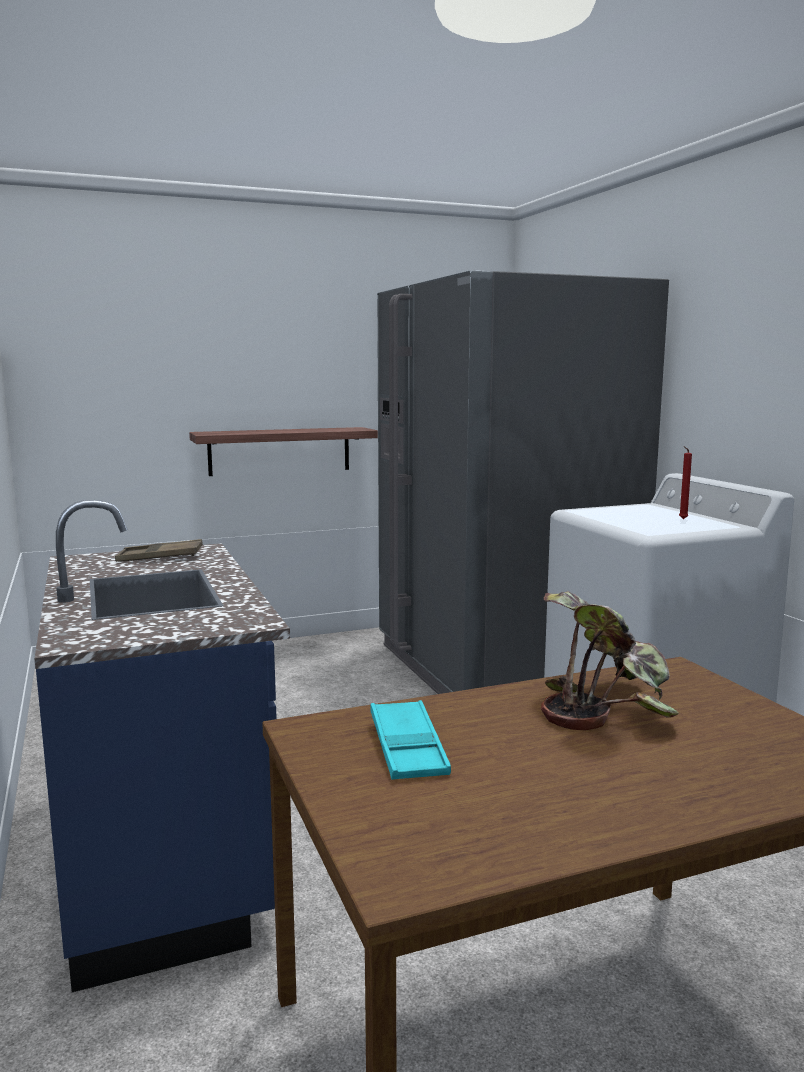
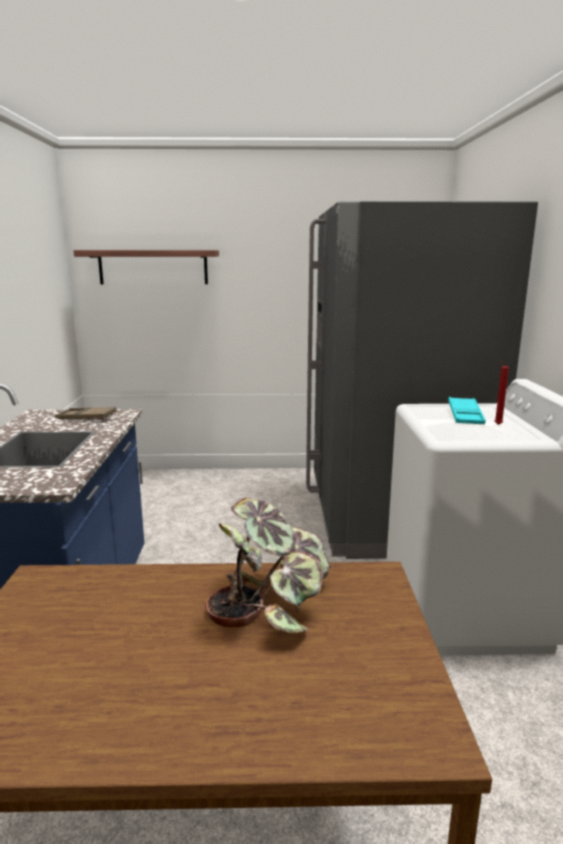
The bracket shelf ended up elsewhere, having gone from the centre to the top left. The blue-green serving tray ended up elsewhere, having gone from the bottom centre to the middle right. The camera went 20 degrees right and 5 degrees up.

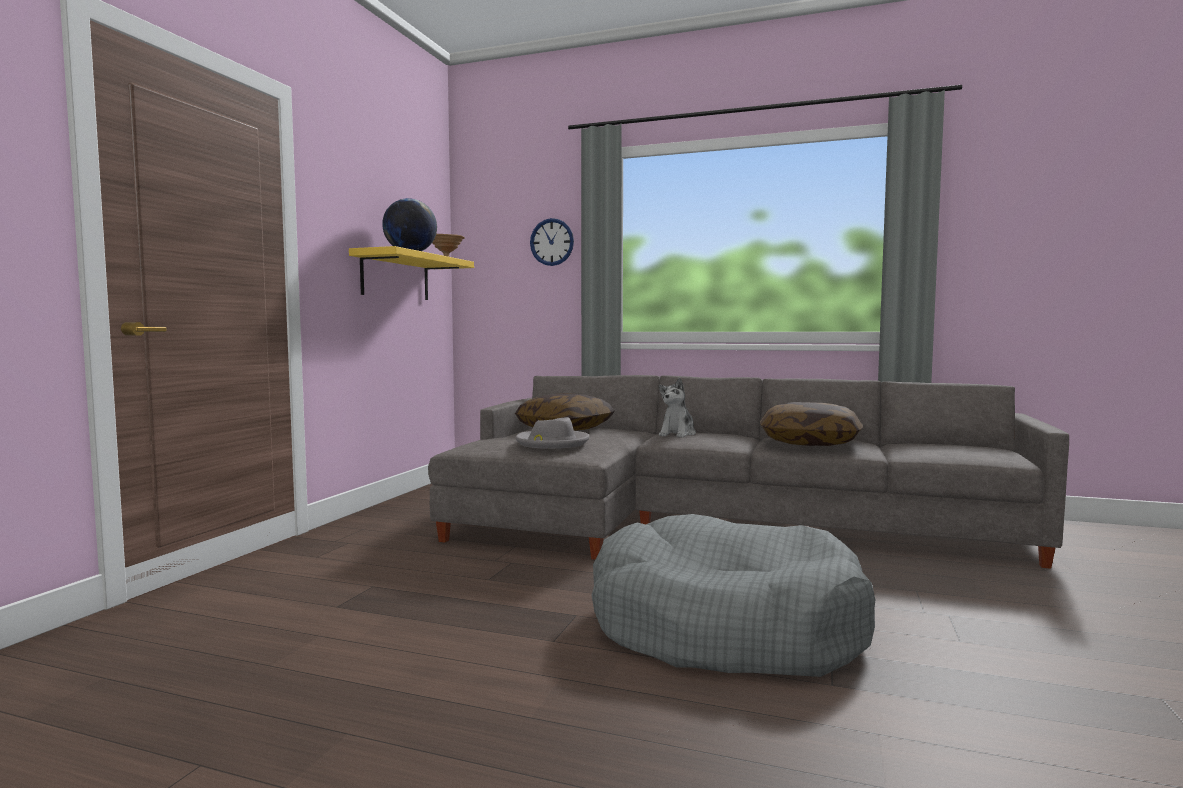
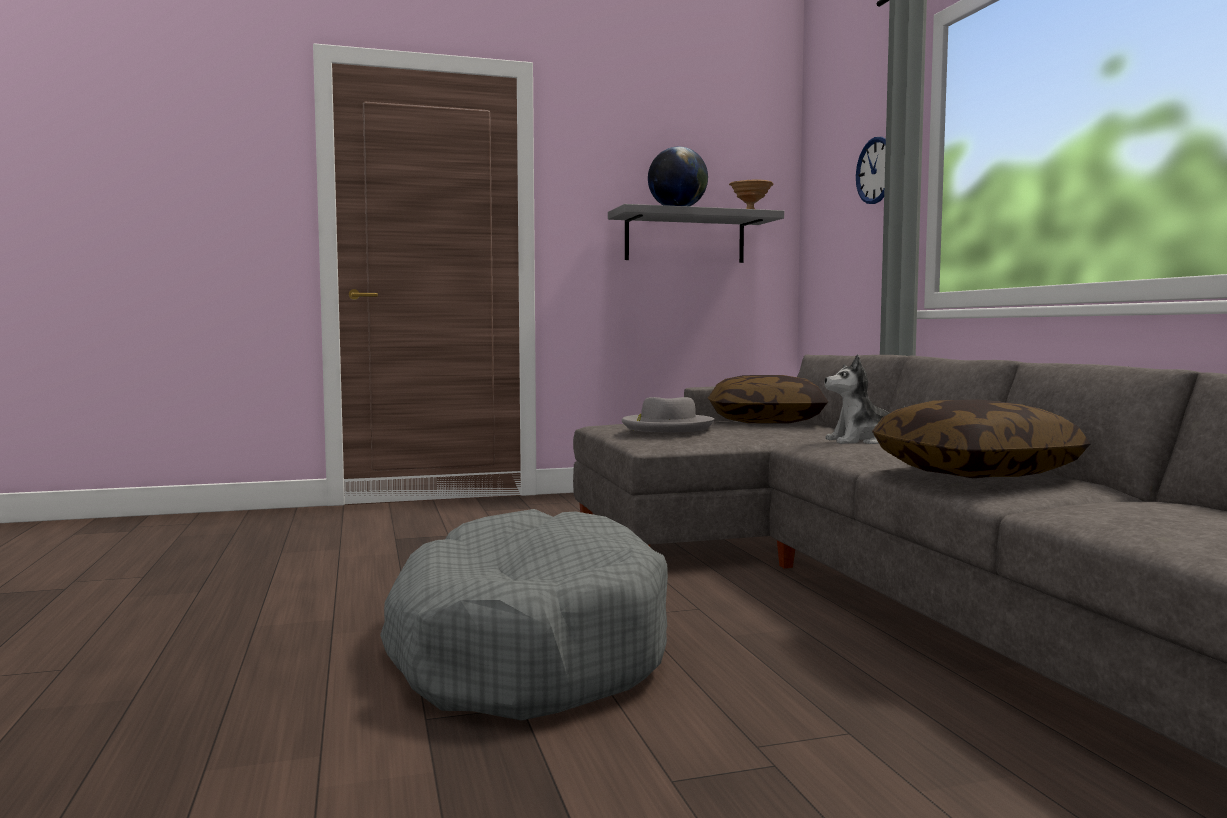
What was the yellow bracket shelf at the centre turned into the grey bracket shelf at the top centre. The camera went 55 degrees right and 0 degrees up.

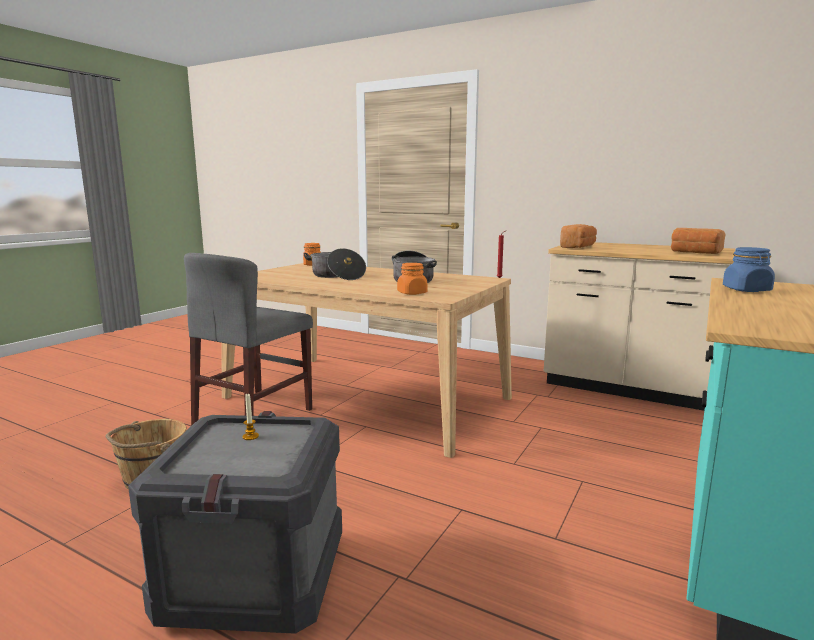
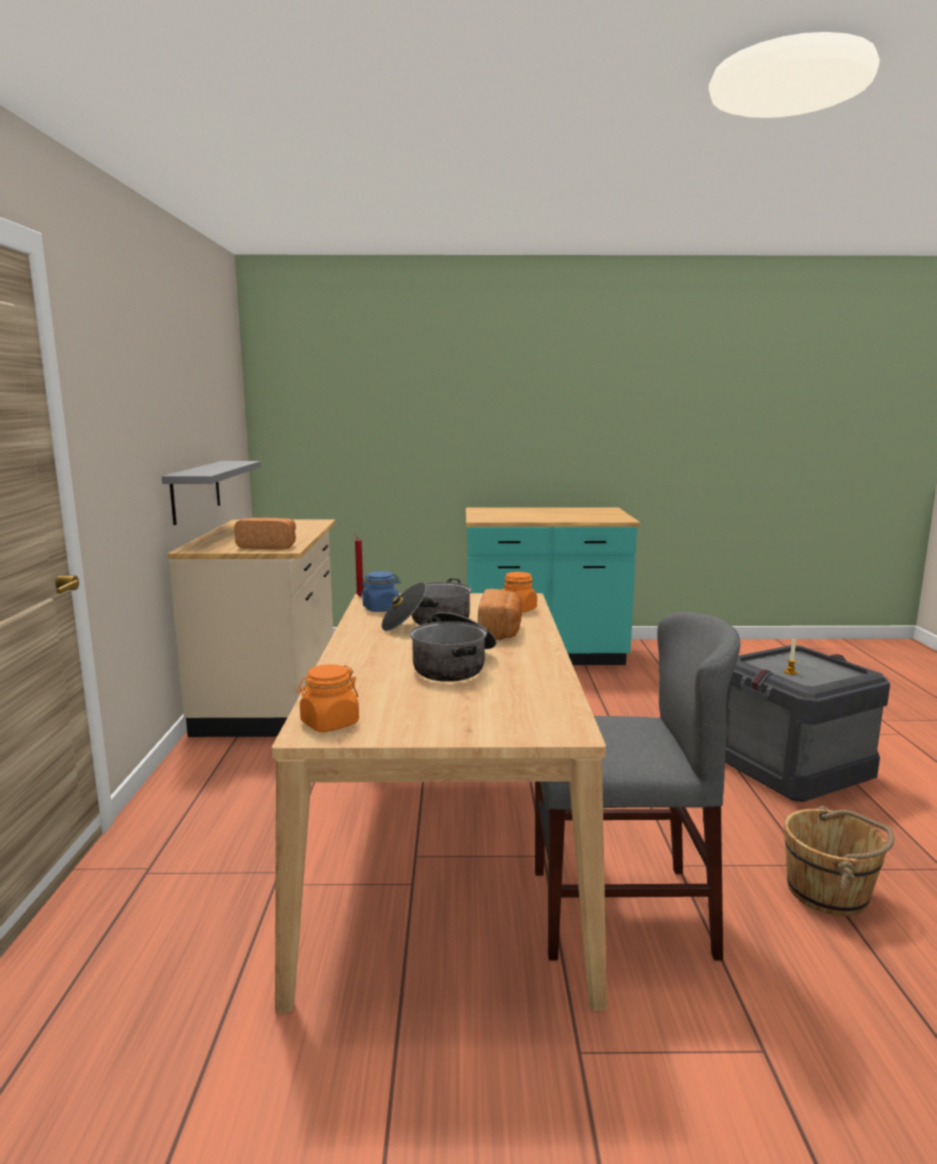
The second view gained the grey bracket shelf at the middle left. The bakery bread (no. 2 from left) ended up elsewhere, having gone from the middle right to the centre. The blue-coloured preserve jar ended up elsewhere, having gone from the middle right to the centre. The camera went 120 degrees left and 0 degrees up.

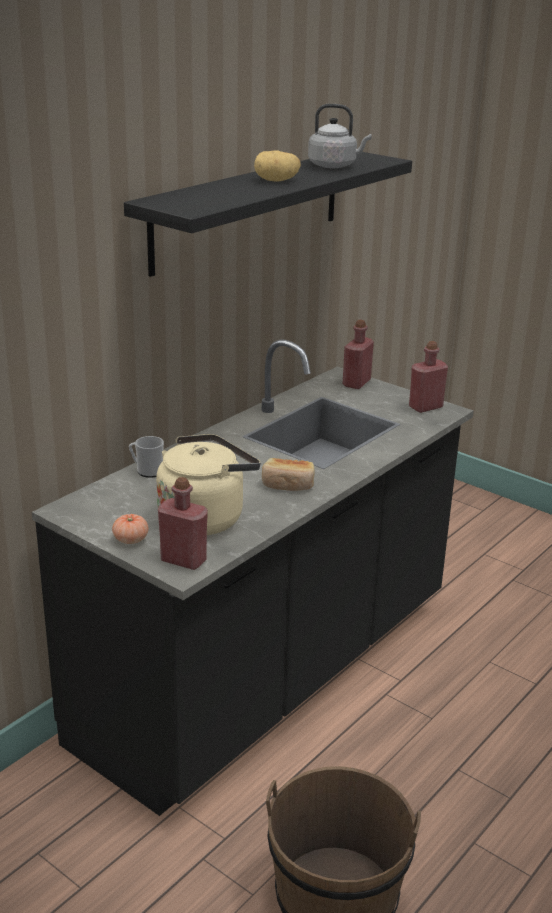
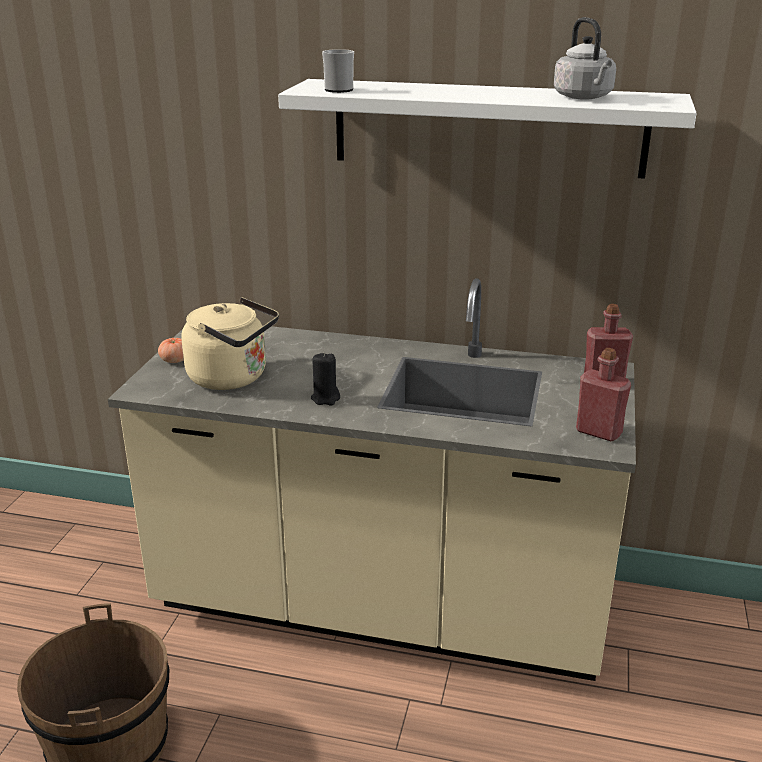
The second view lost the red-coloured drink bottle (no. 1 from left) at the middle left. The second view lost the potato at the top centre. The coffee mug ended up elsewhere, having gone from the middle left to the top centre. Where the bakery bread stood at the centre, the black candle came to stand at the centre. What was the black kitchen counter at the centre turned into the beige kitchen counter at the centre. What was the black bracket shelf at the top centre turned into the white bracket shelf at the top centre. The camera went 65 degrees right and 0 degrees up.

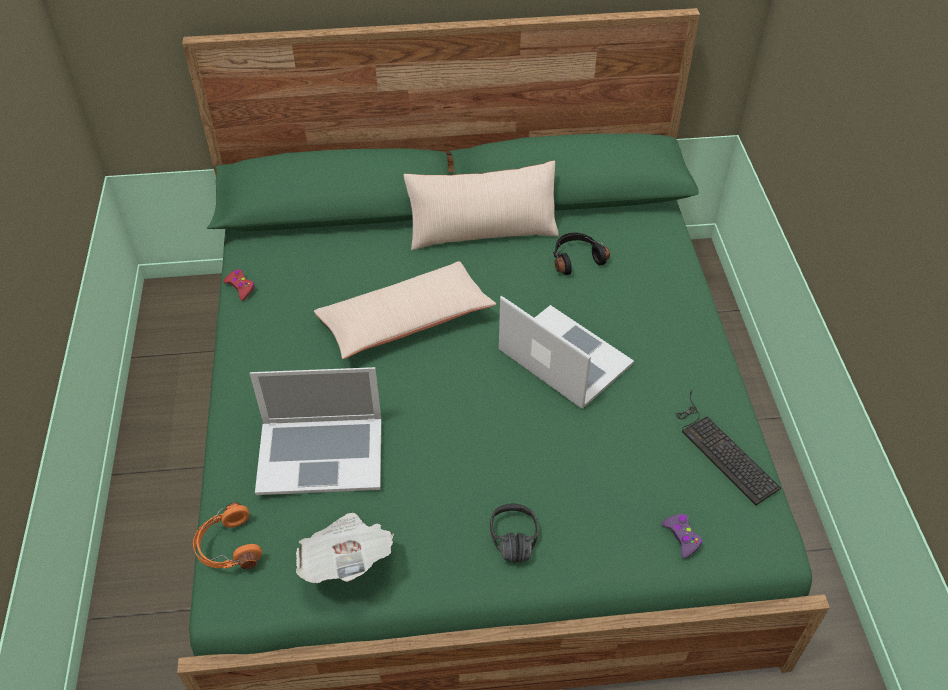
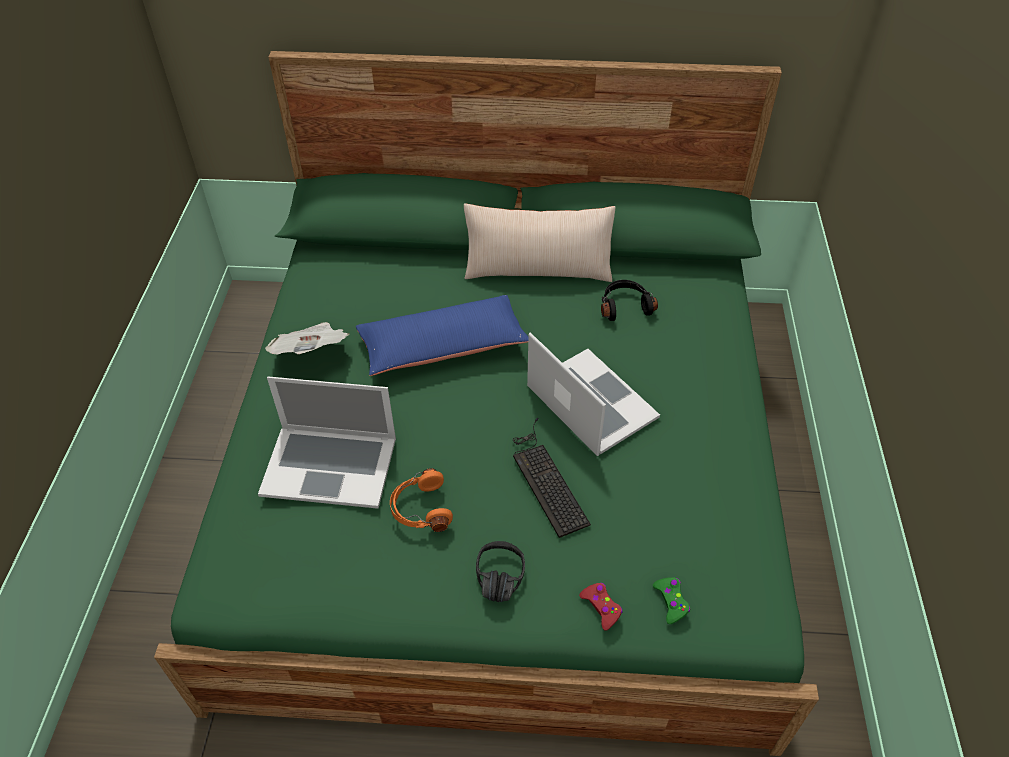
The orangey pair of headphones ended up elsewhere, having gone from the bottom left to the centre. The red-coloured game controller ended up elsewhere, having gone from the middle left to the bottom centre. The printed paper ended up elsewhere, having gone from the bottom centre to the middle left. The computer keyboard ended up elsewhere, having gone from the middle right to the centre. What was the beige throw pillow (no. 1 from left) at the centre turned into the blue-coloured throw pillow at the centre. What was the purplish game controller at the bottom right turned into the greenish game controller at the bottom centre. The camera went 10 degrees right and 0 degrees up.

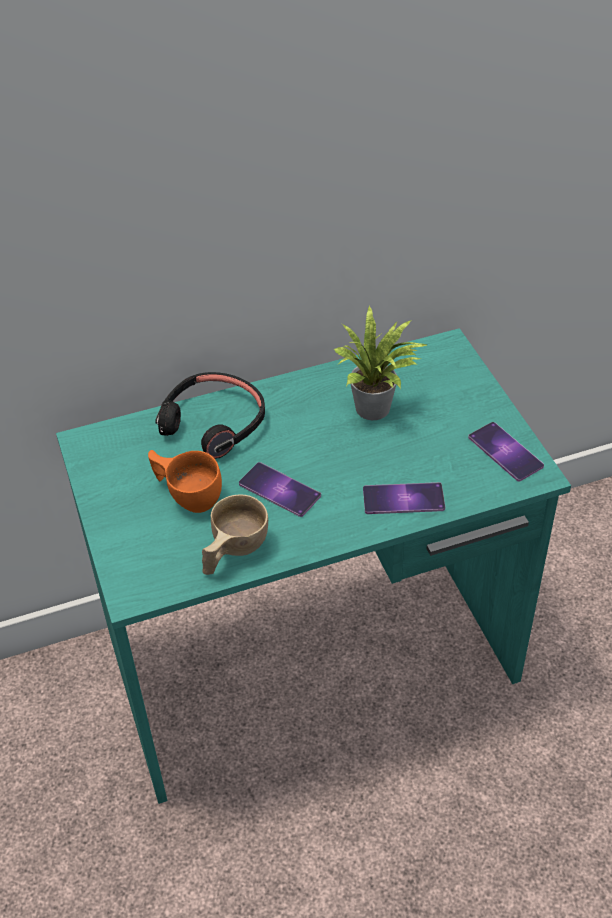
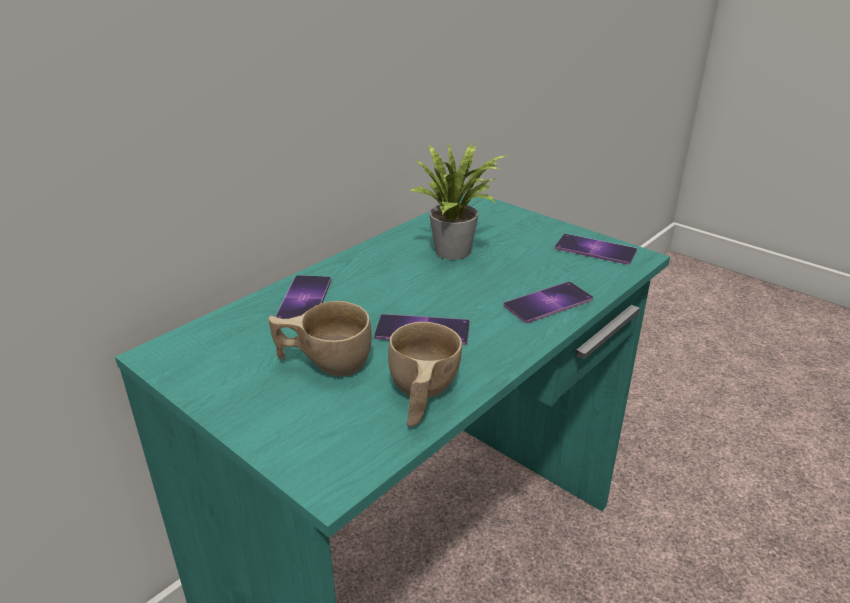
Where the black pair of headphones stood at the centre, the phone (no. 1 from left) came to stand at the centre. What was the orangey small cup at the middle left turned into the beige small cup (no. 1 from left) at the centre. The camera went 30 degrees left and 15 degrees down.

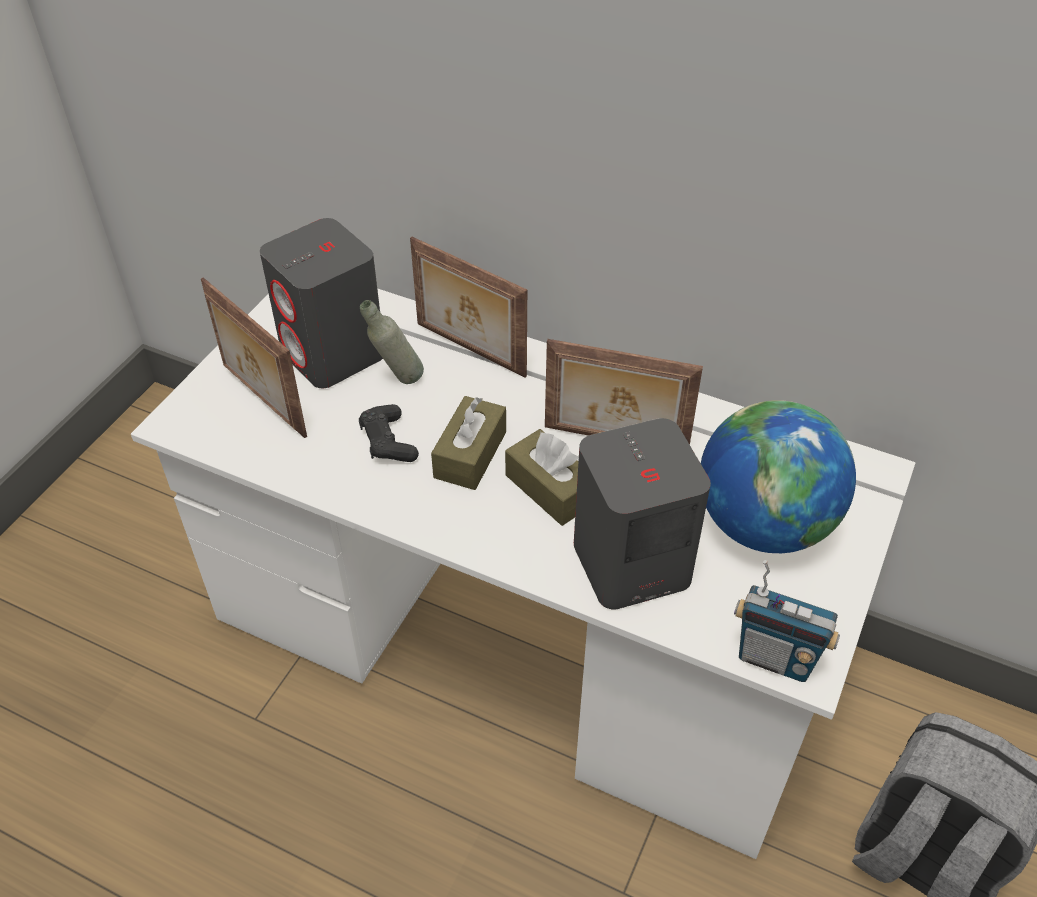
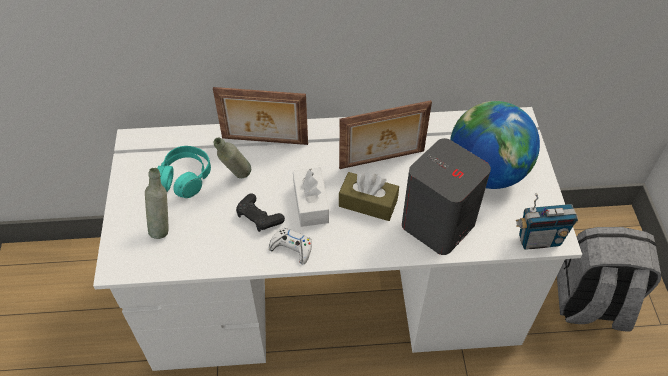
The second view gained the white game controller at the centre. Where the photo frame (no. 1 from left) stood at the middle left, the grey drink bottle (no. 1 from left) came to stand at the middle left. Where the grey loudspeaker (no. 1 from left) stood at the middle left, the blue-green pair of headphones came to stand at the middle left. What was the brown-coloured box of tissues (no. 1 from left) at the centre turned into the white box of tissues at the centre. The camera went 30 degrees left and 5 degrees up.

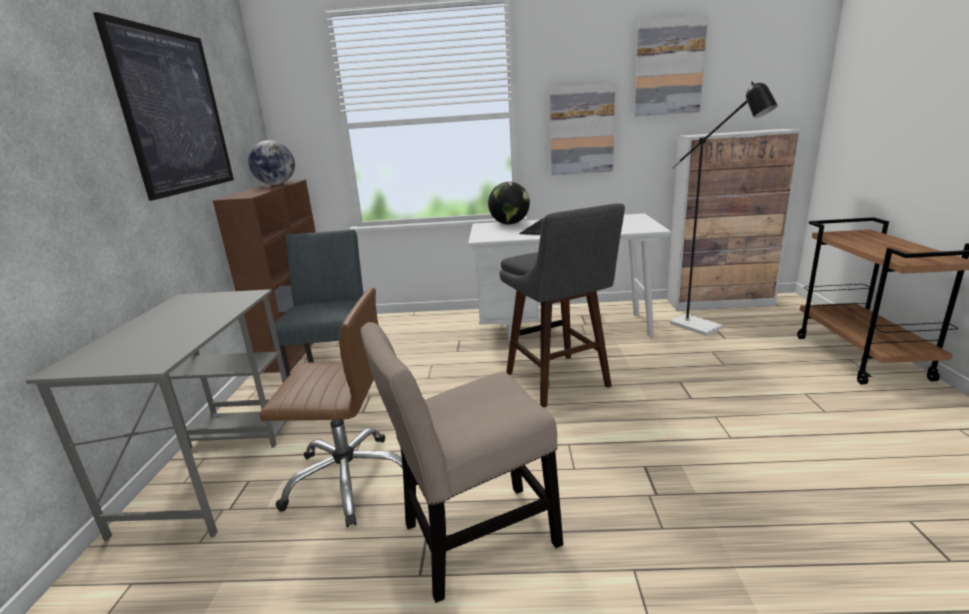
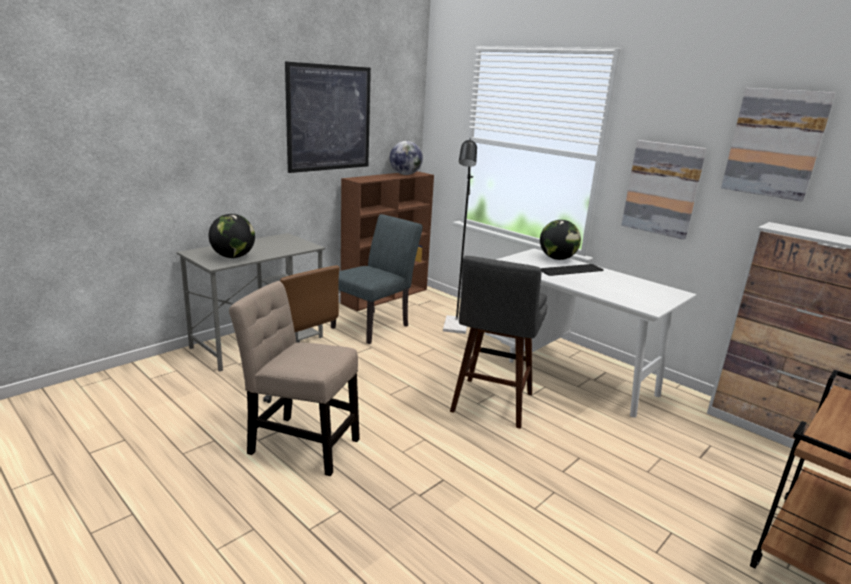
The second view gained the world globe (no. 1 from left) at the middle left. The black standard lamp ended up elsewhere, having gone from the middle right to the centre. The camera went 40 degrees right and 0 degrees up.

